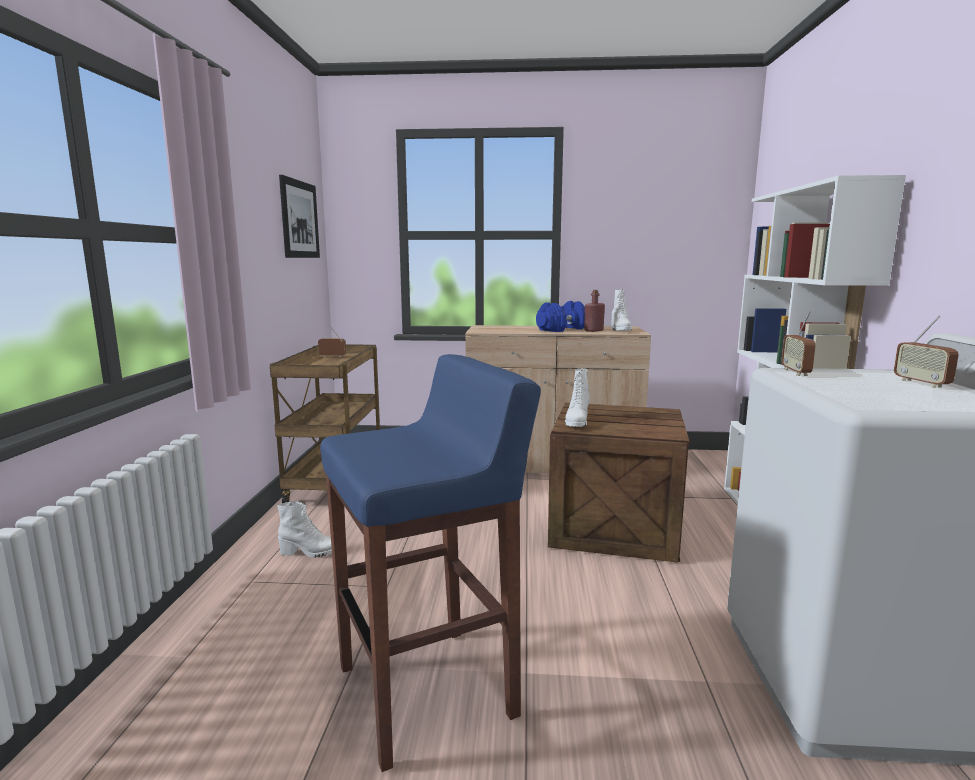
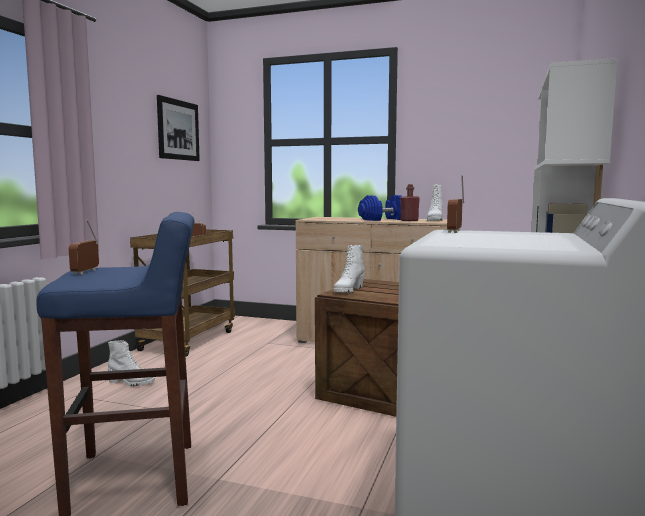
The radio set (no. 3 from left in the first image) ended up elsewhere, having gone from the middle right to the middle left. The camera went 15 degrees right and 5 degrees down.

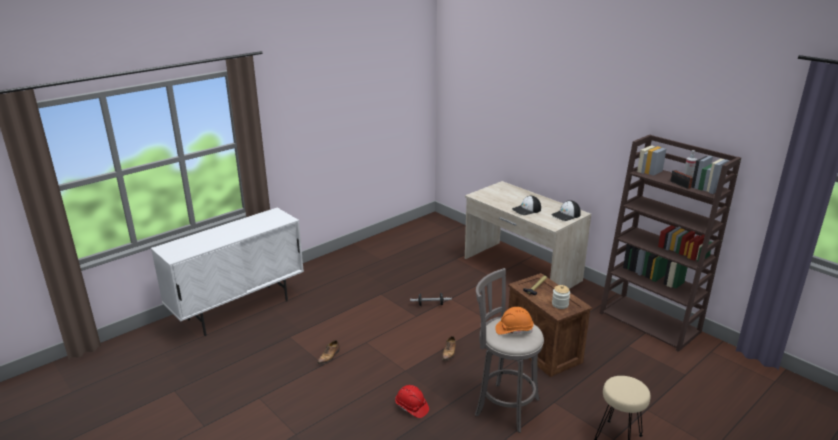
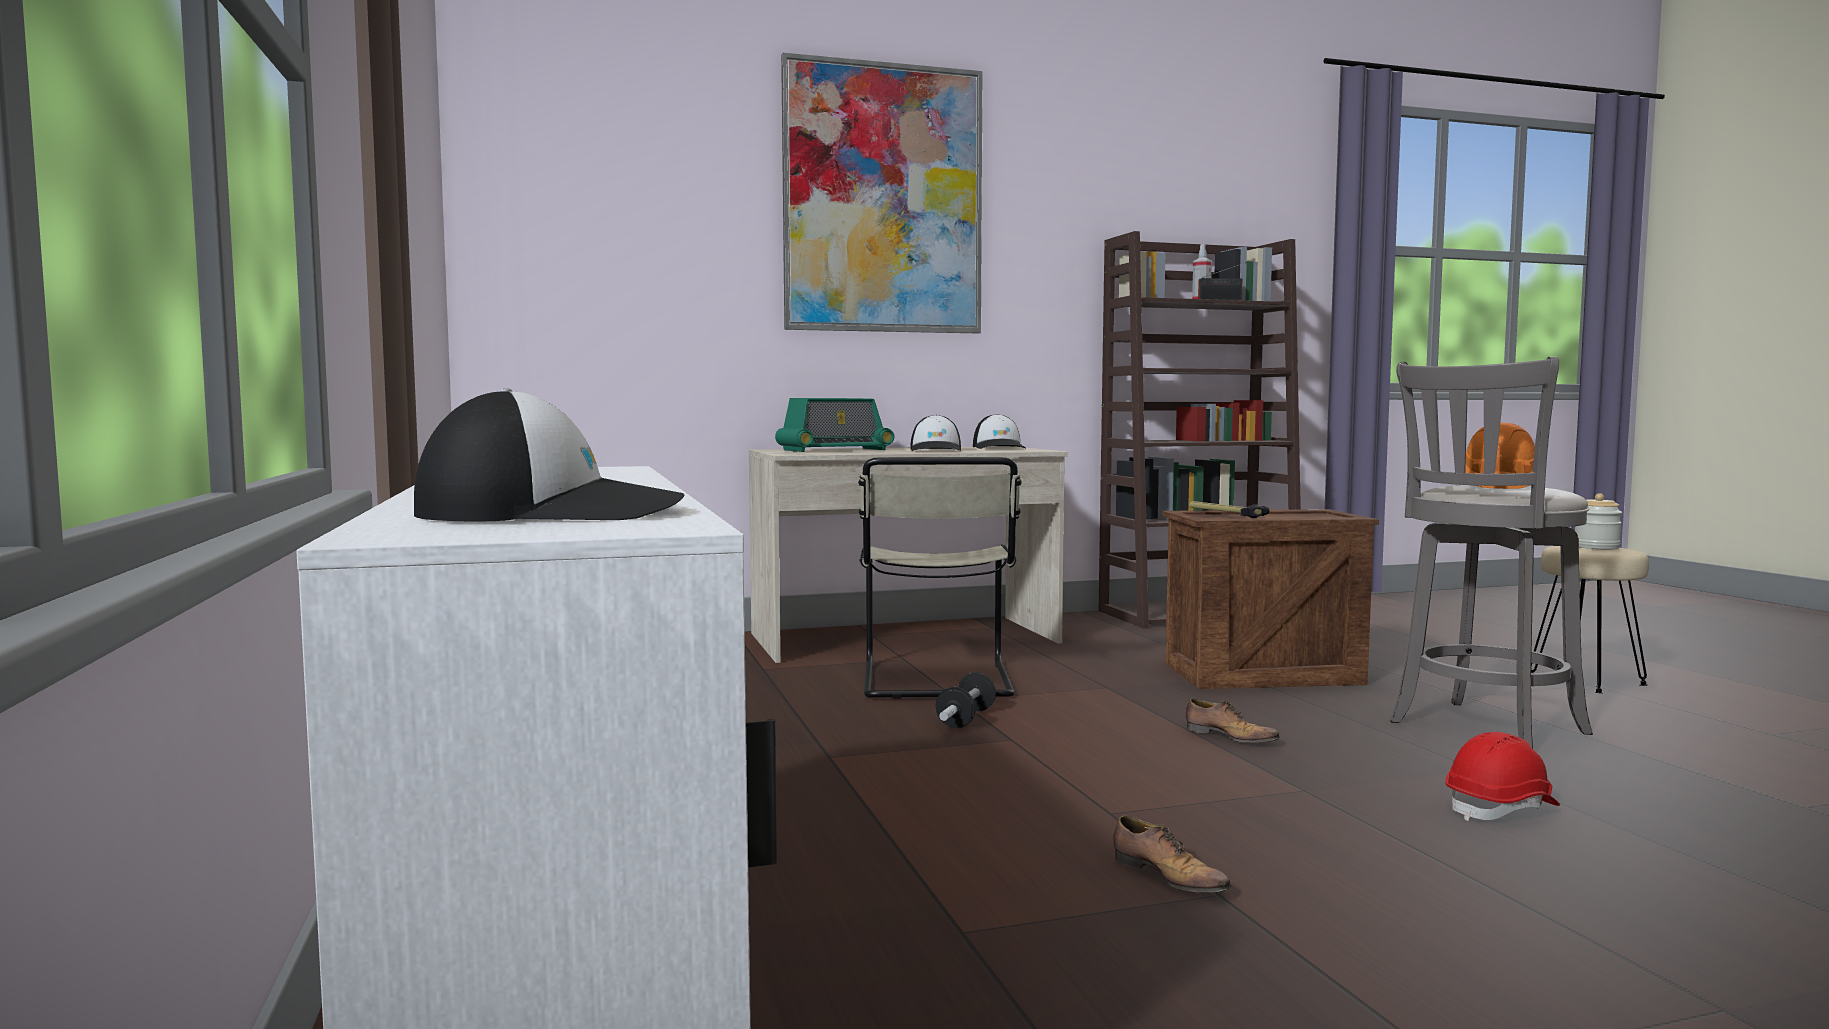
The second view gained the cap (no. 1 from left) at the middle left. The second view gained the radio set (no. 1 from left) at the centre. The second view gained the picture at the top centre. The second view gained the beige plain chair at the centre. The preserve jar ended up elsewhere, having gone from the bottom right to the middle right. The camera went 65 degrees left and 20 degrees down.

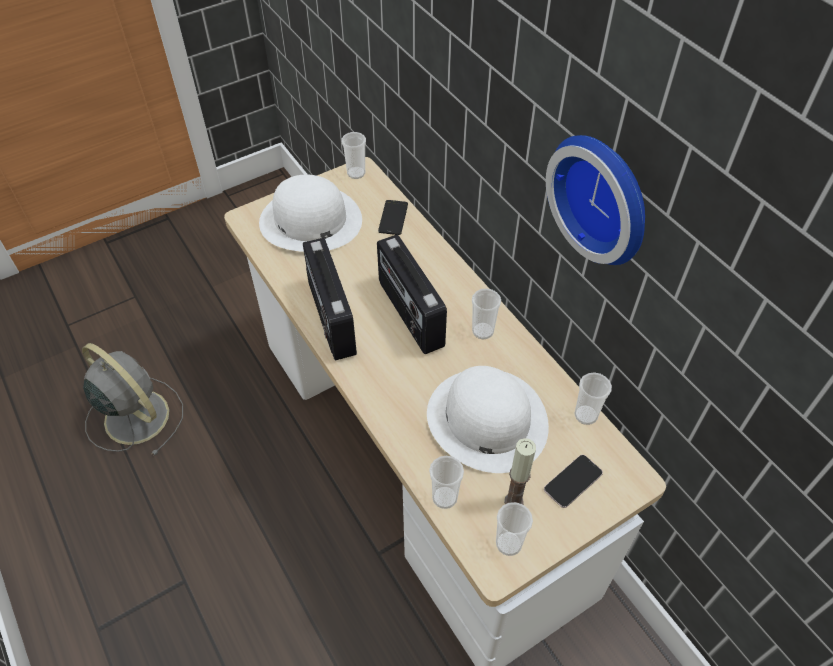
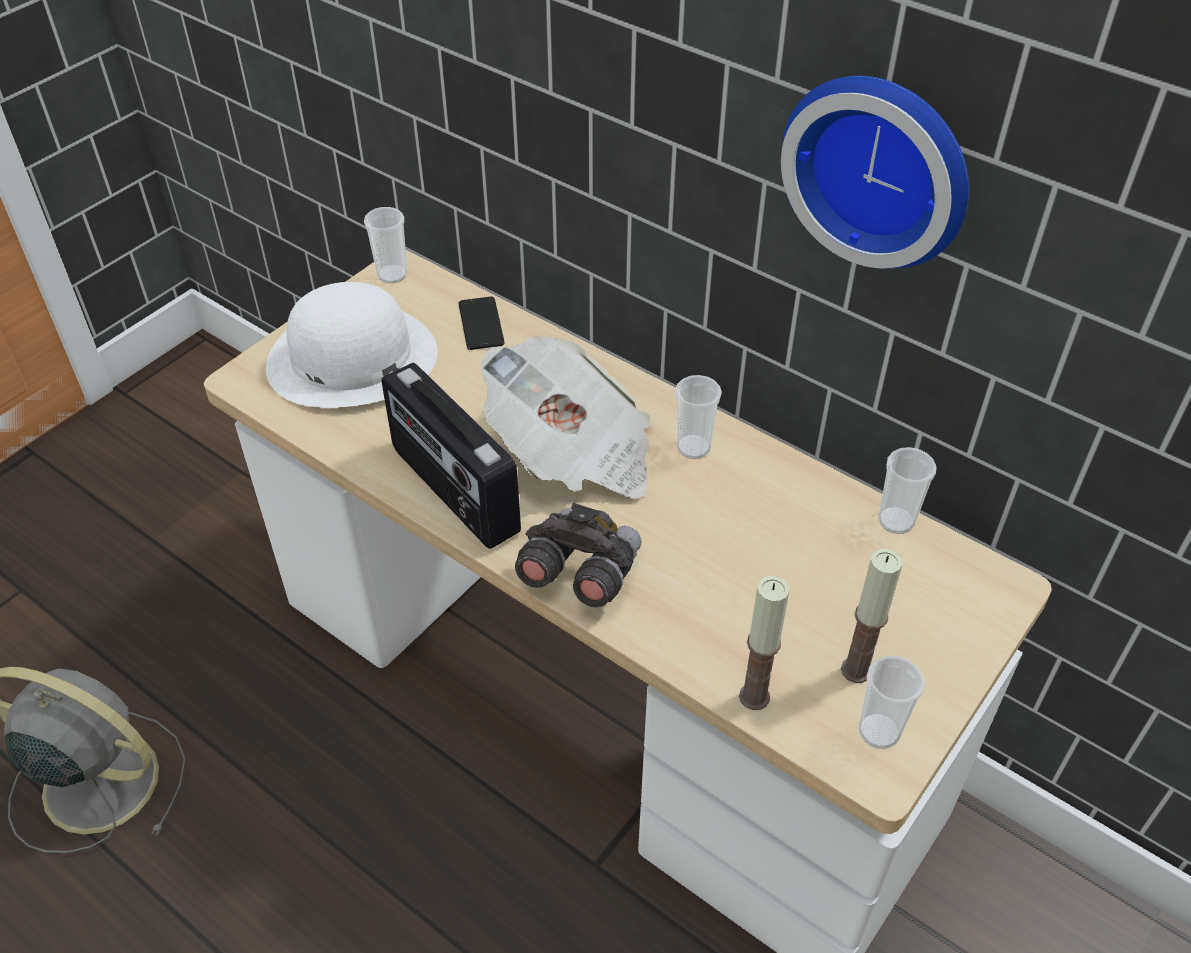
The second view lost the white wearable hat (no. 2 from left) at the centre. The second view lost the phone (no. 2 from left) at the bottom right. The second view gained the grey binoculars at the centre. Where the radio set (no. 2 from left) stood at the centre, the printed paper came to stand at the centre. Where the small cup (no. 2 from left) stood at the bottom centre, the candle (no. 1 from left) came to stand at the bottom centre. The camera went 20 degrees left and 5 degrees down.

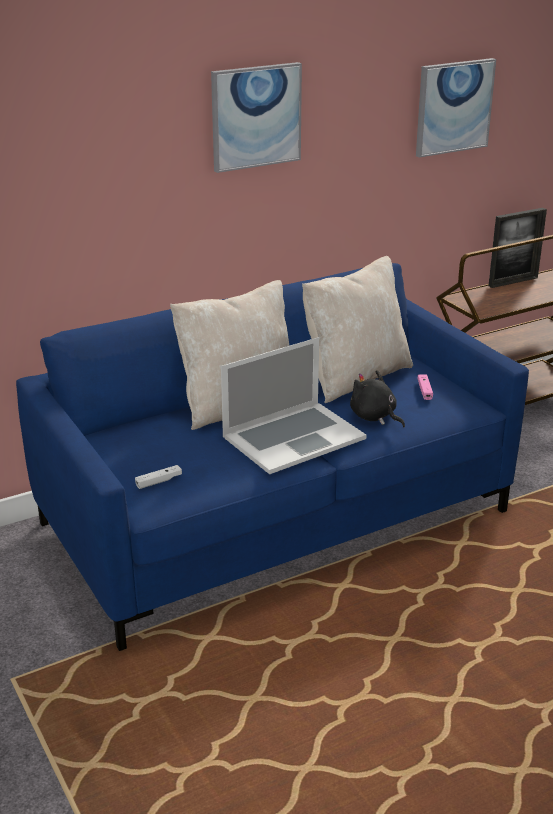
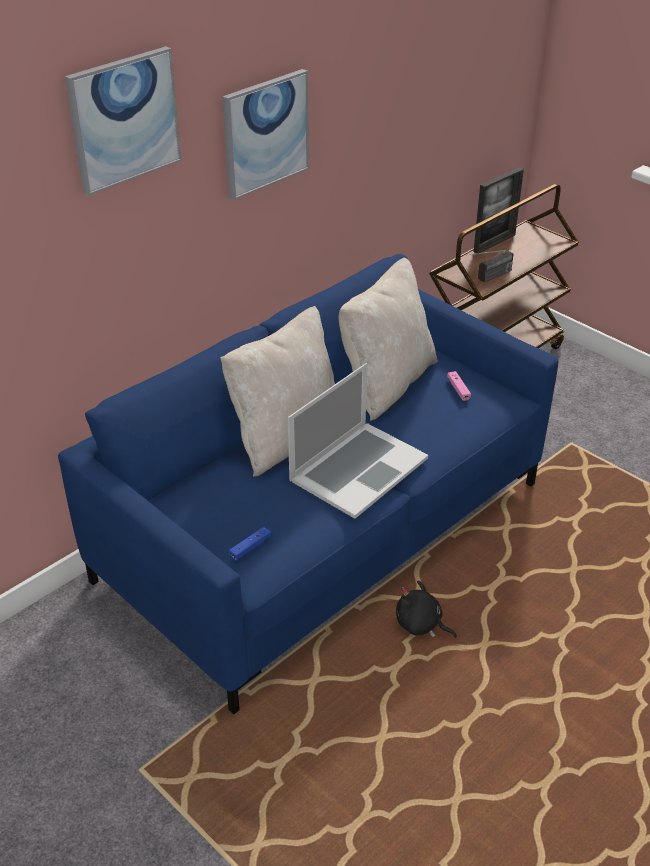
The second view gained the radio set at the top right. The black plush toy ended up elsewhere, having gone from the middle right to the bottom centre. The picture (no. 2 from left in the first image) ended up elsewhere, having gone from the top right to the top left. What was the white game controller at the middle left turned into the blue-coloured game controller at the centre. The camera went 15 degrees left and 10 degrees up.

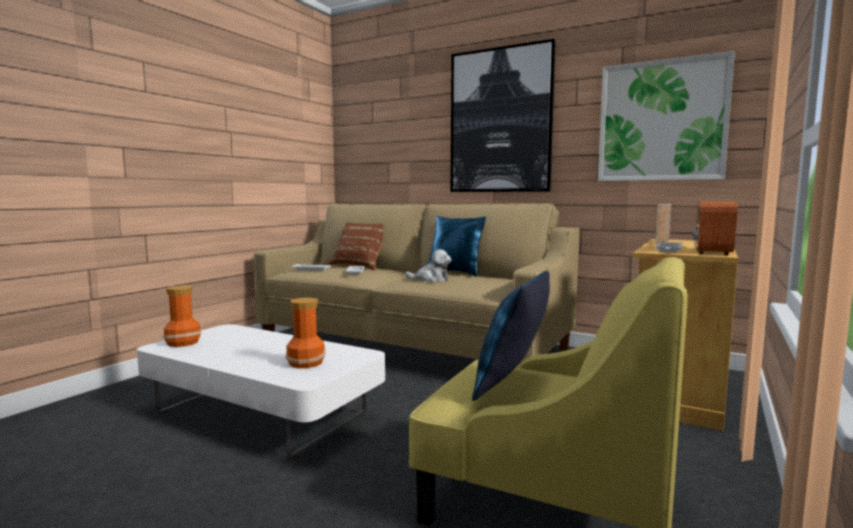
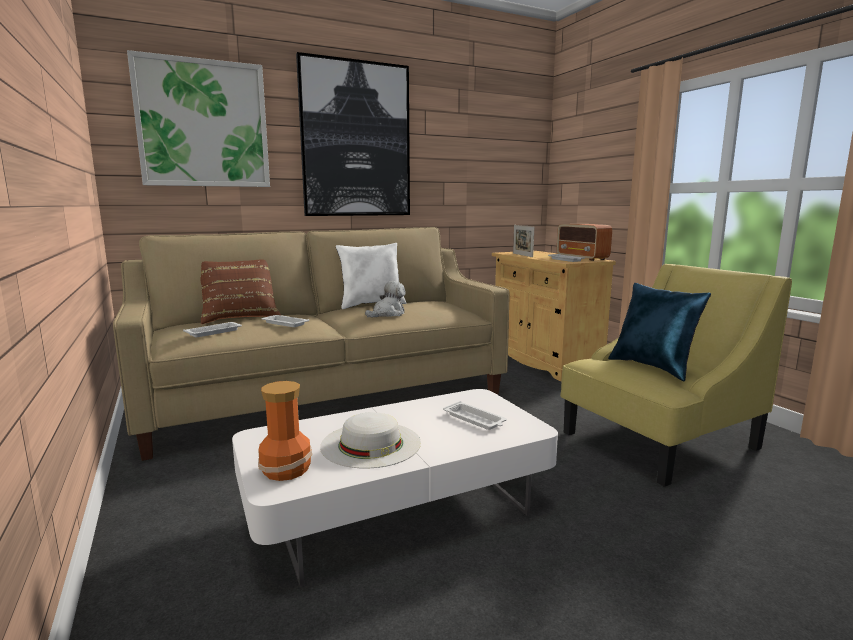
The second view gained the white wearable hat at the bottom centre. The picture (no. 2 from left in the first image) ended up elsewhere, having gone from the top right to the top left. Where the flower vase (no. 2 from left) stood at the centre, the white serving tray (no. 3 from left) came to stand at the centre. What was the blue-coloured throw pillow (no. 1 from left) at the centre turned into the white throw pillow at the centre. The camera went 55 degrees left and 5 degrees up.

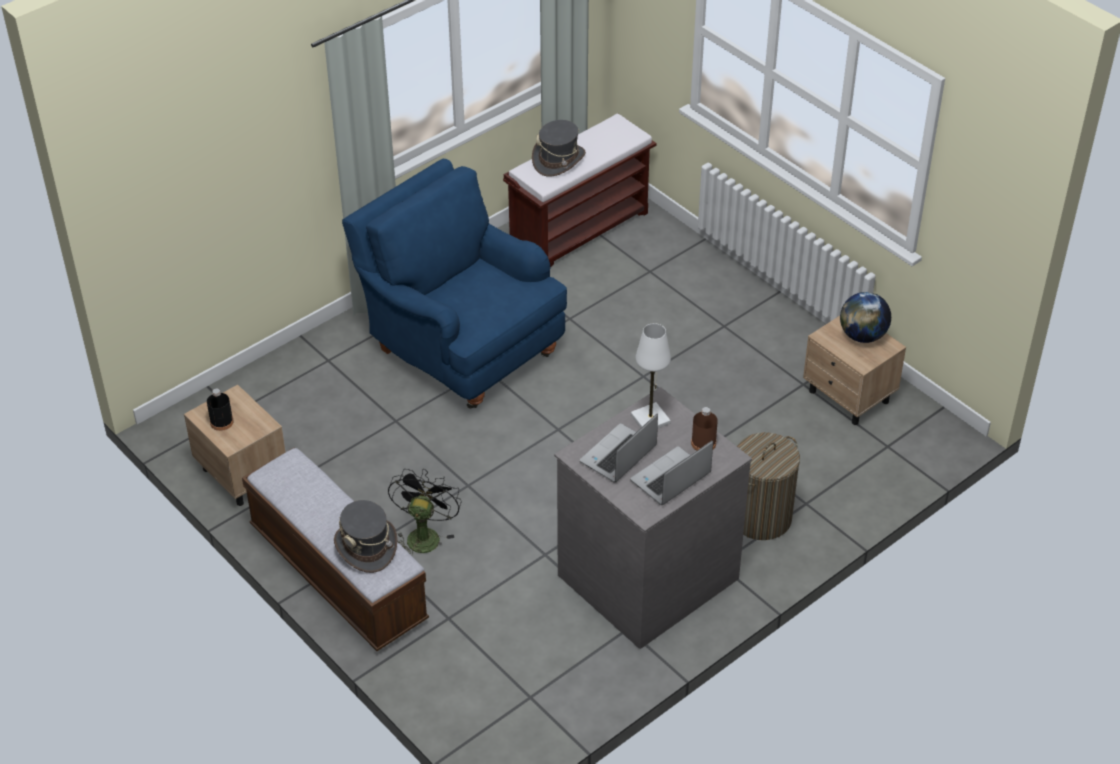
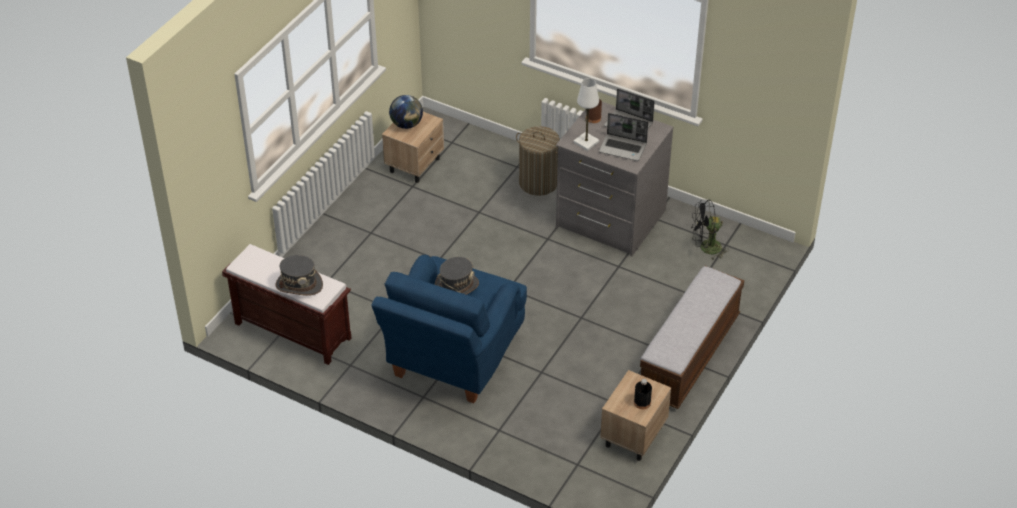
The grey wearable hat (no. 1 from left in the first image) ended up elsewhere, having gone from the bottom left to the centre. The black electric fan ended up elsewhere, having gone from the bottom centre to the middle right. The camera went 110 degrees left and 0 degrees up.

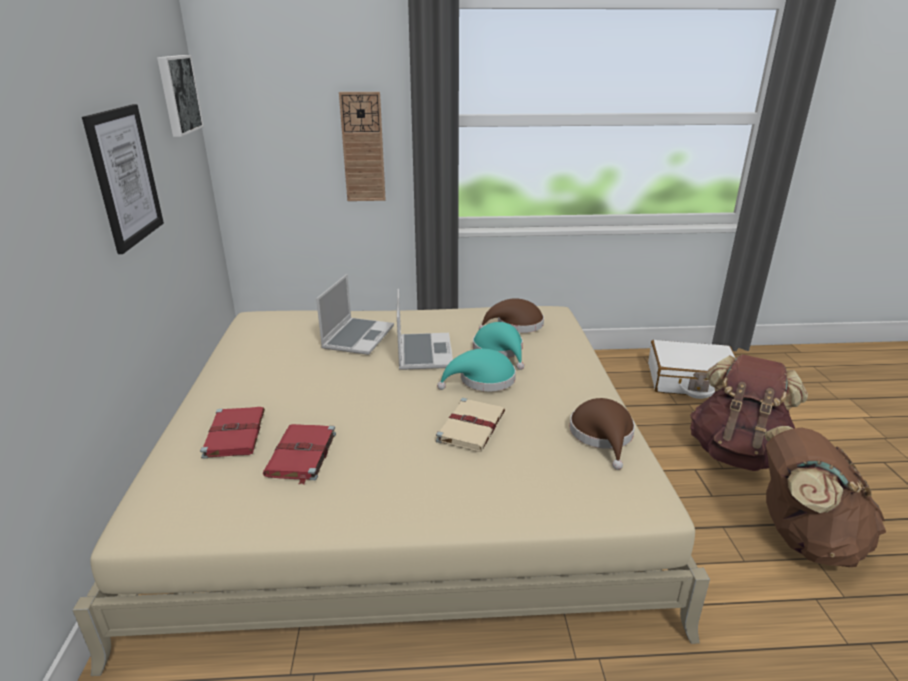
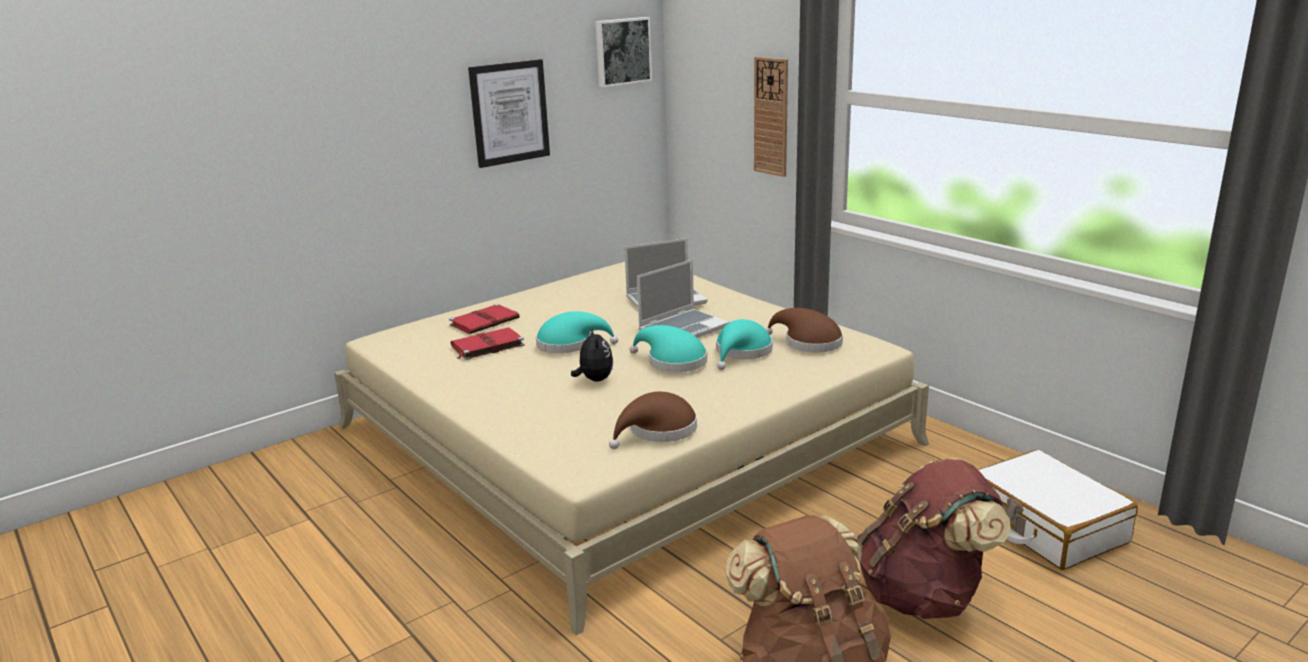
The second view gained the blue-green wearable hat (no. 1 from left) at the centre. Where the beige book stood at the centre, the plush toy came to stand at the centre. The camera went 55 degrees right and 5 degrees down.

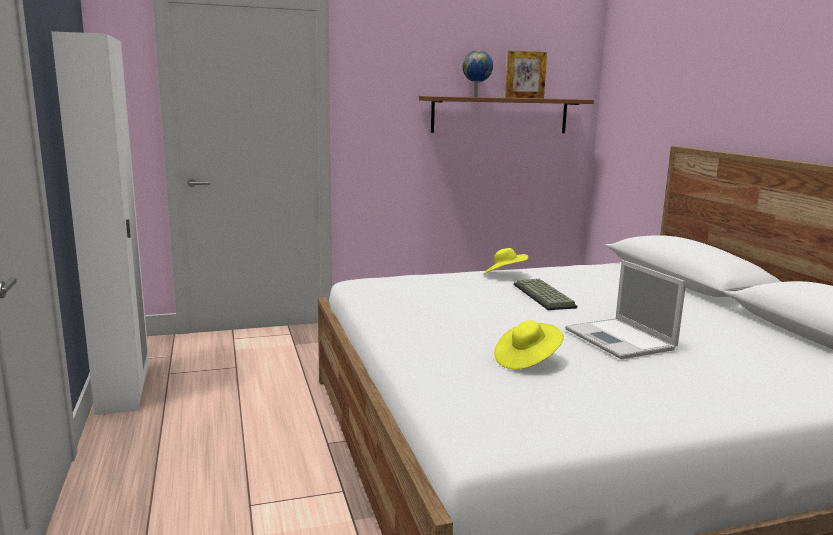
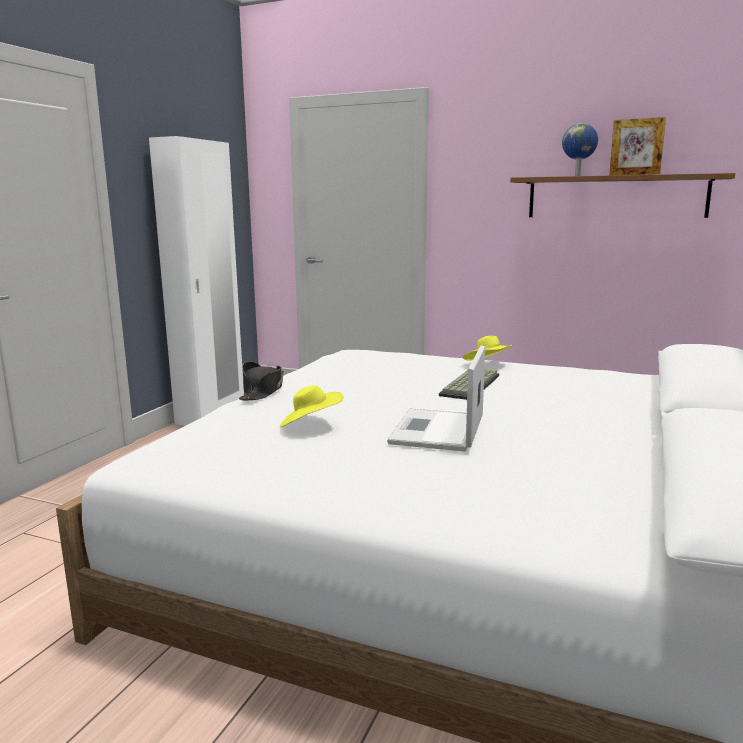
The second view gained the black wearable hat at the centre. The camera went 40 degrees right and 0 degrees up.

